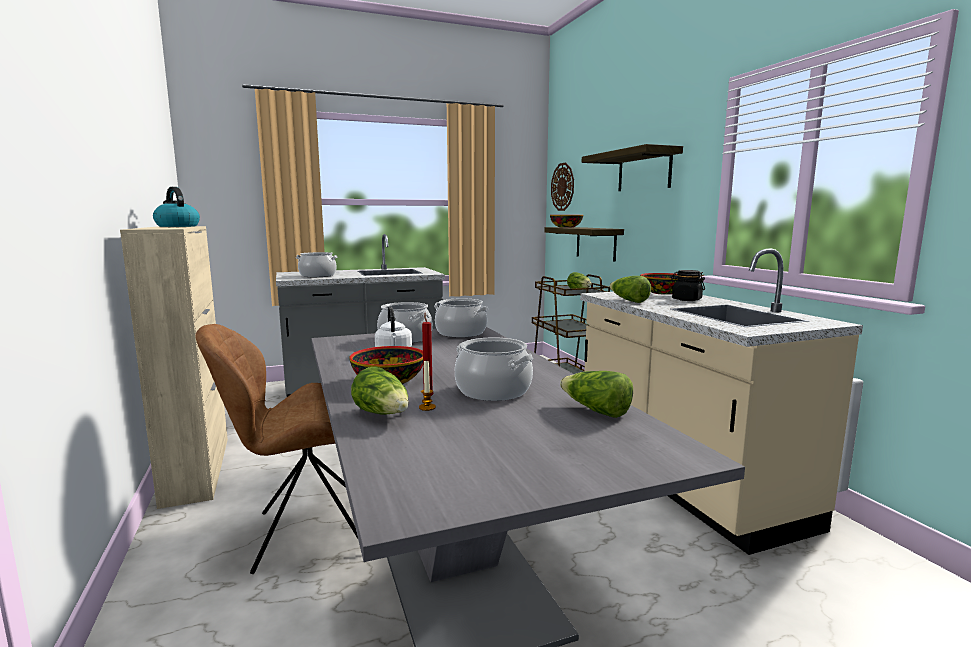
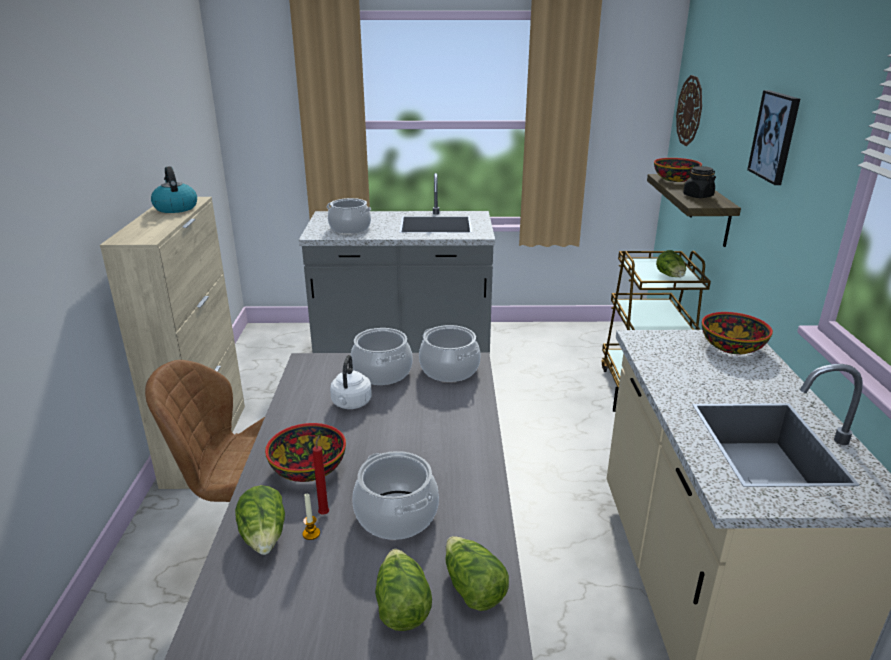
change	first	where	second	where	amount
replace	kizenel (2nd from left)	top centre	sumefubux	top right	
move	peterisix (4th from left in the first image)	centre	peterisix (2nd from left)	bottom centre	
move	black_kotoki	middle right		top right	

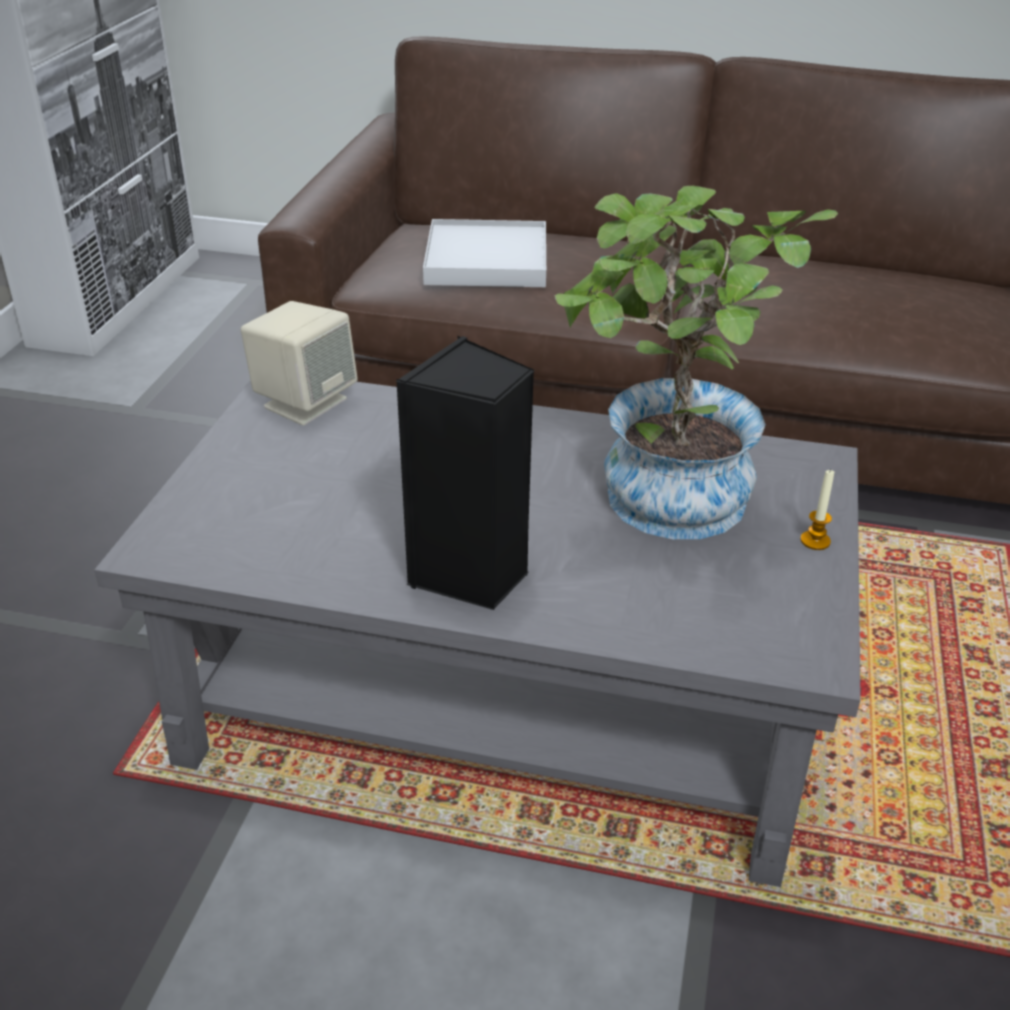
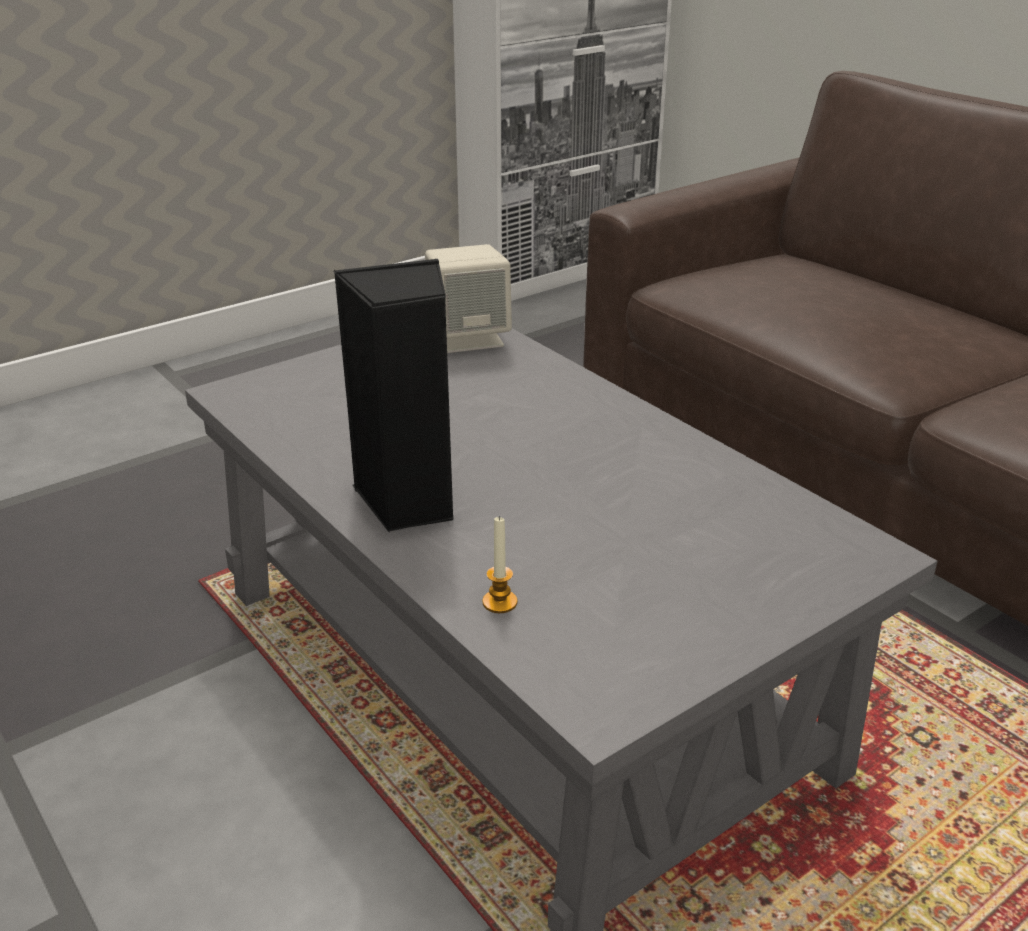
change	first	where	second	where	amount
delete	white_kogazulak	top centre			
delete	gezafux	middle right			
move	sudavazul	middle right		centre	

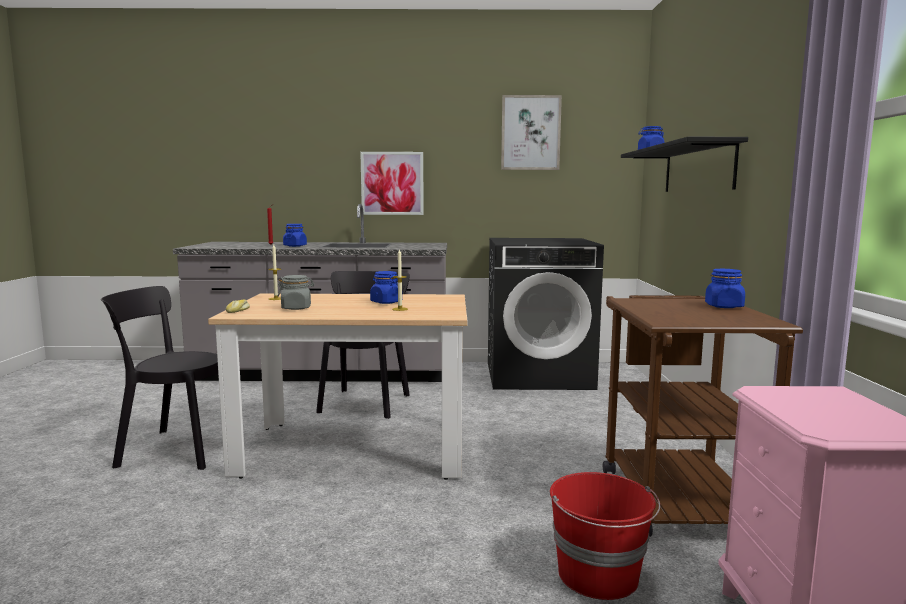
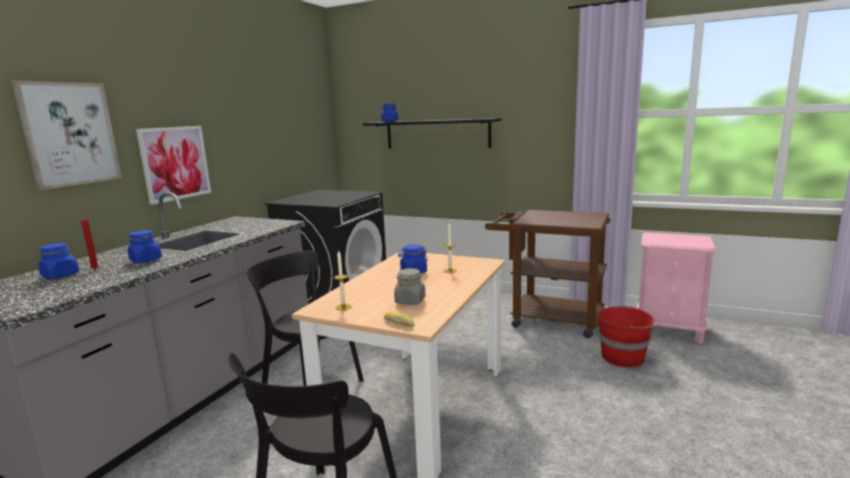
change	first	where	second	where	amount
move	sumefubux (2nd from left in the first image)	top centre	sumefubux (1st from left)	top left	
move	blue_kotoki (4th from left in the first image)	middle right	blue_kotoki (1st from left)	middle left	

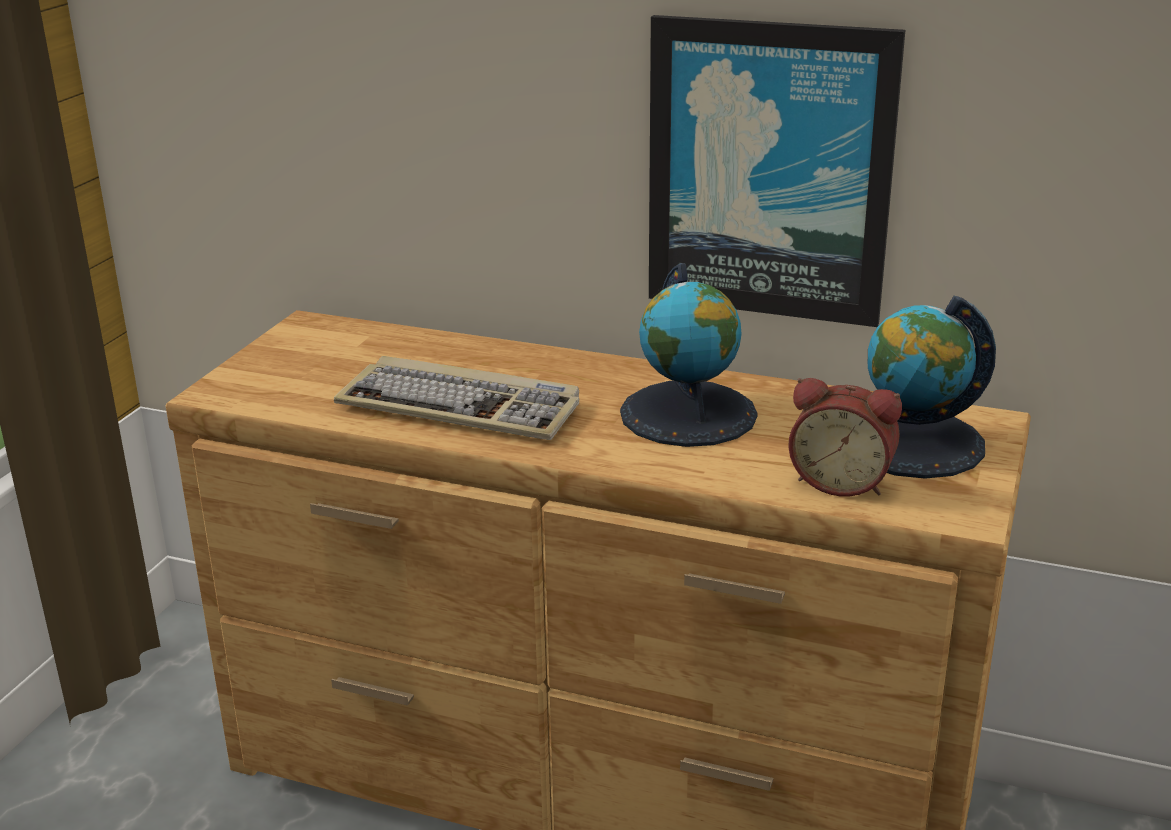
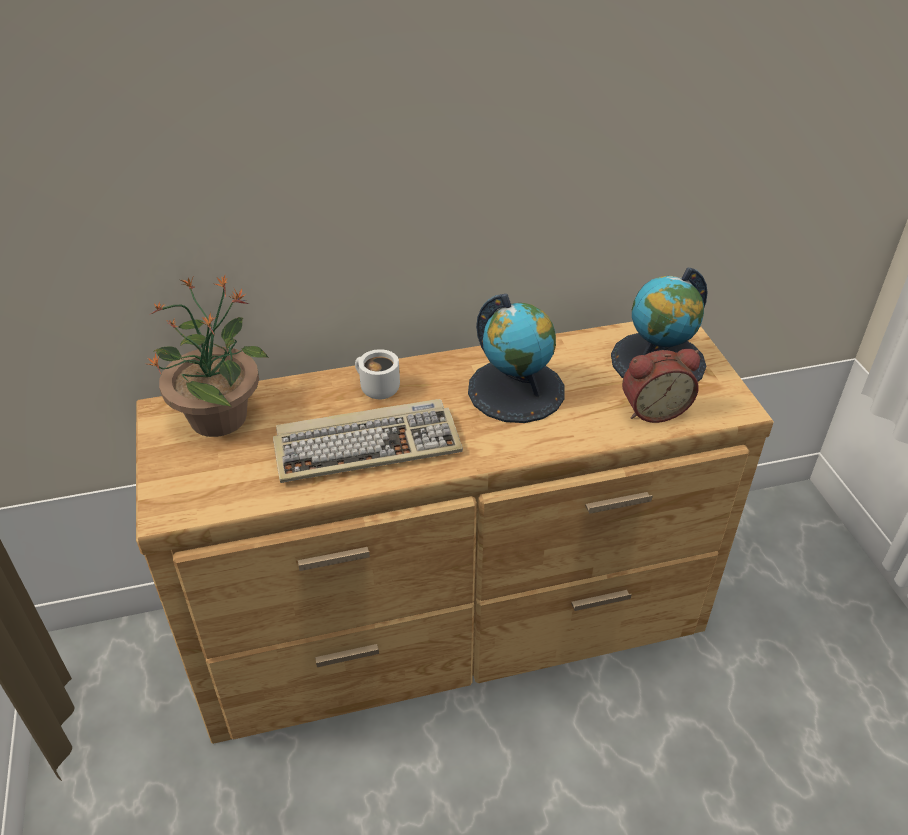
change	first	where	second	where	amount
delete	sumefubux	top centre			
insert			gezafux	middle left	
insert			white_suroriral	centre	

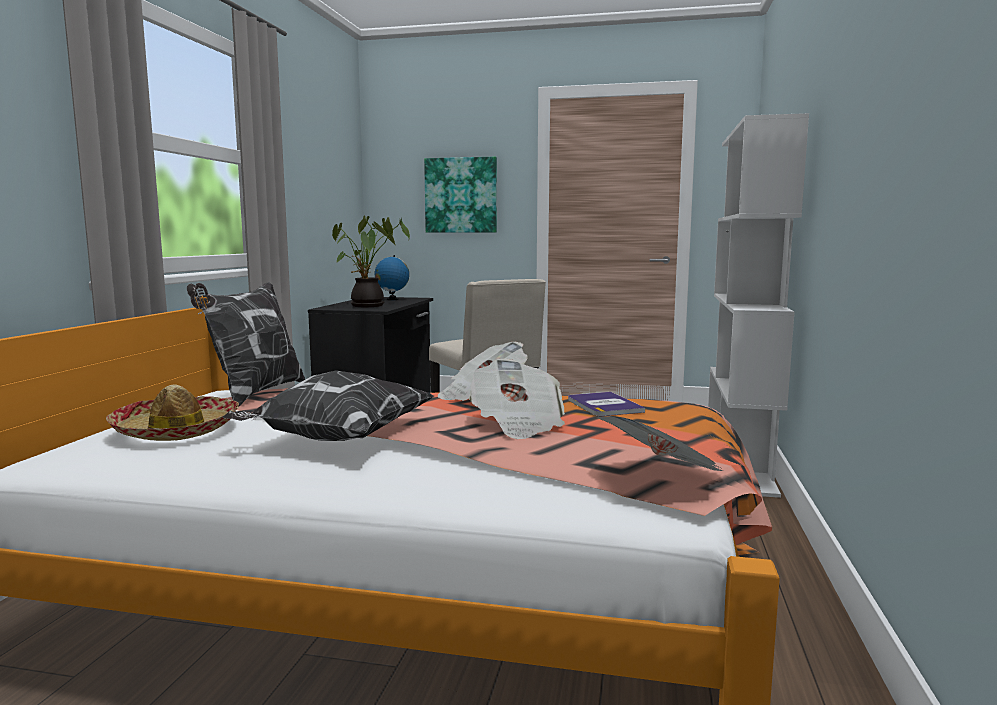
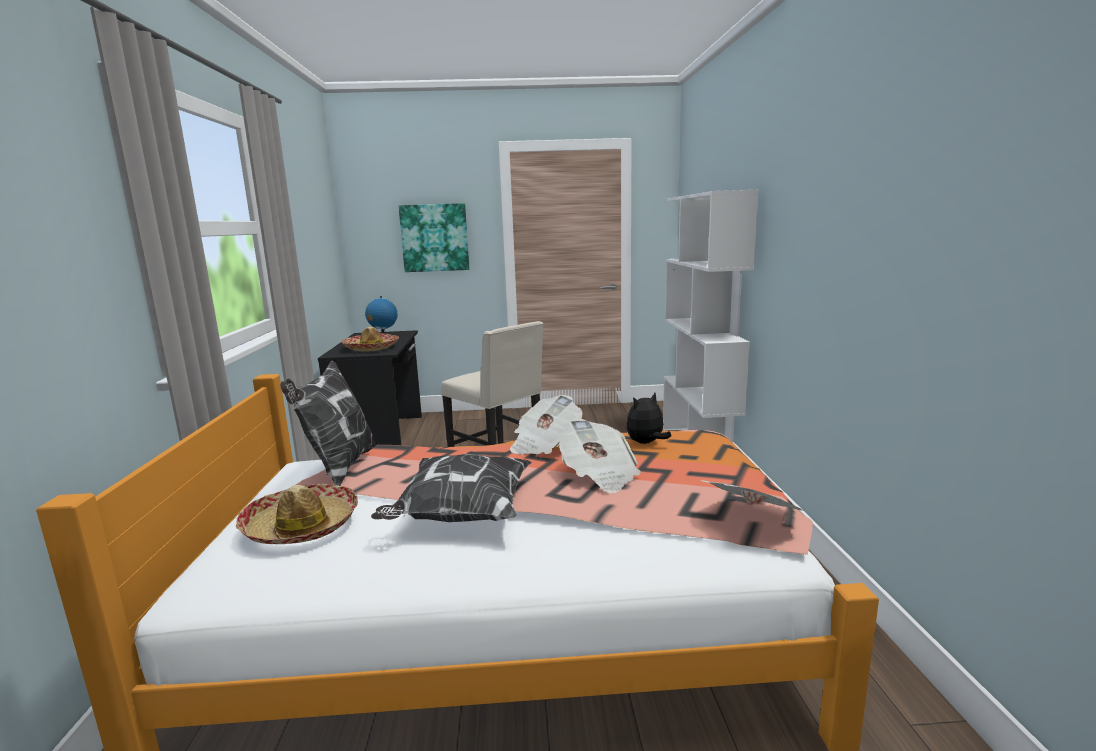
change	first	where	second	where	amount
replace	gezafux	centre	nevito (2nd from left)	centre	
replace	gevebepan	centre	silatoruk	centre	

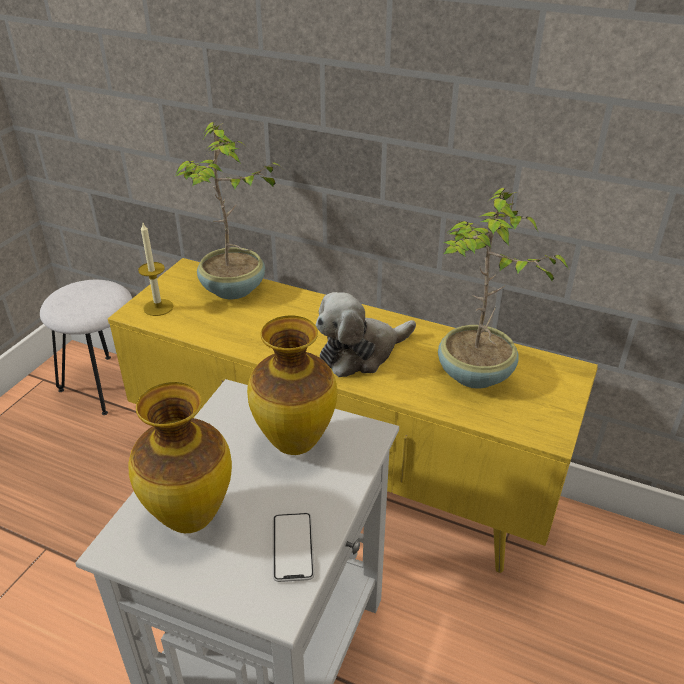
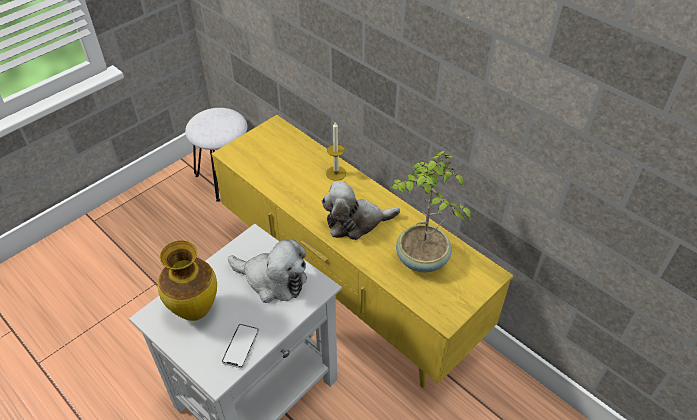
change	first	where	second	where	amount
move	sudavazul	middle left		centre	
delete	gezafux (1st from left)	top centre			
replace	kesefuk (2nd from left)	centre	silatoruk (1st from left)	centre	

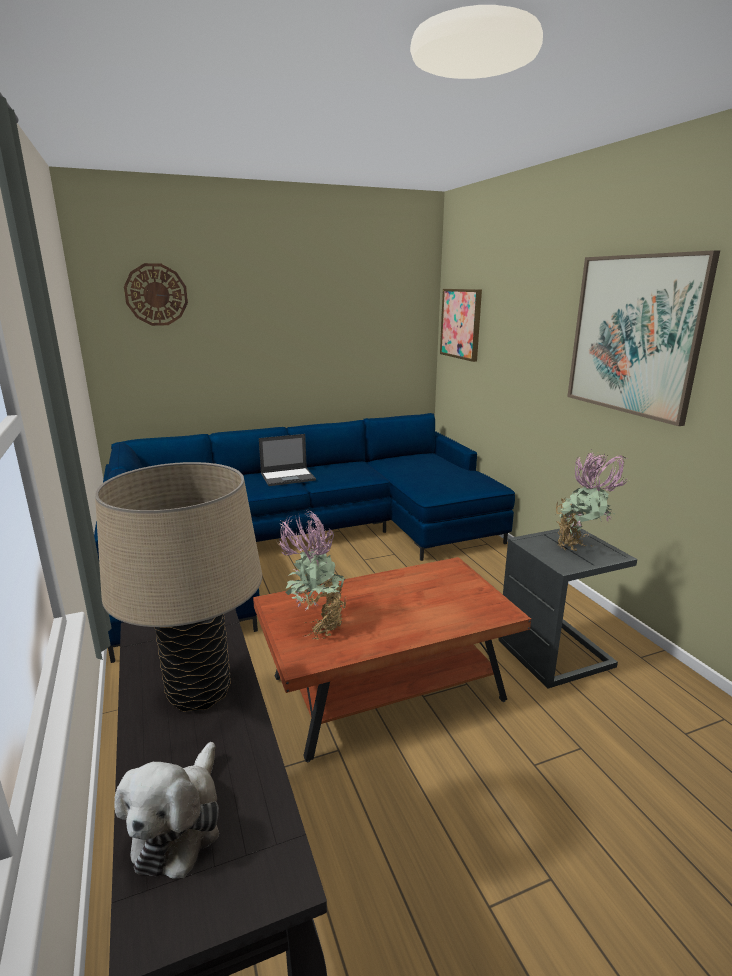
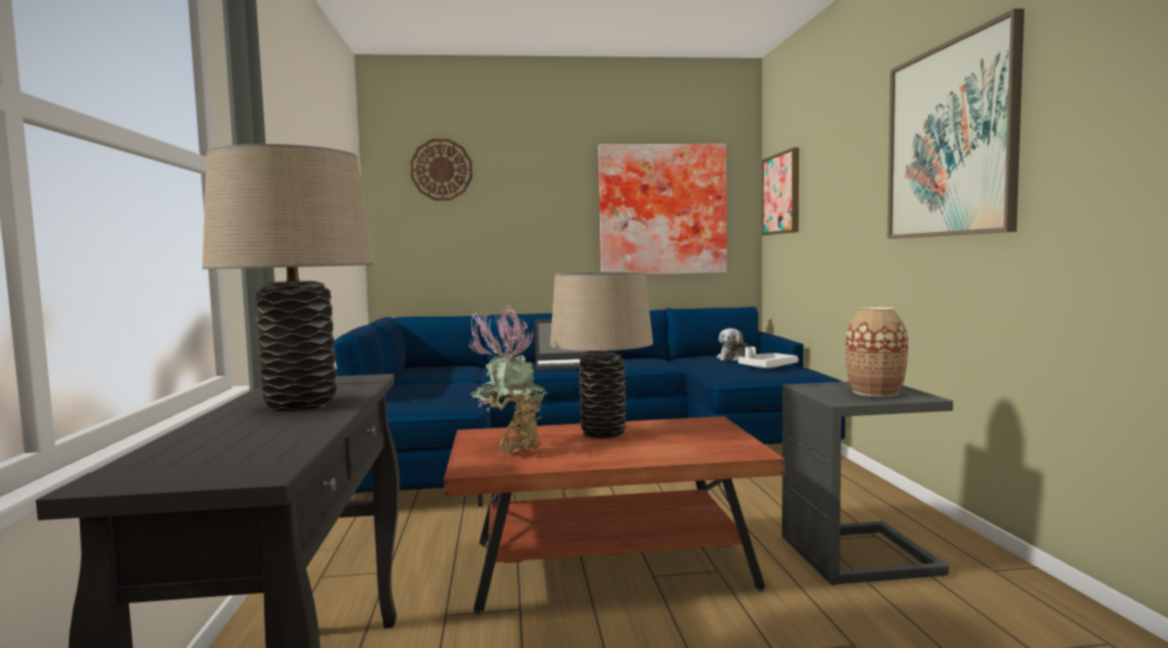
change	first	where	second	where	amount
move	silatoruk	bottom left		centre	
replace	gezafux (2nd from left)	middle right	kesefuk	middle right	
insert			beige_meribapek (2nd from left)	centre	
insert			sumefubux (1st from left)	top centre	
insert			white_kogazulak	centre	

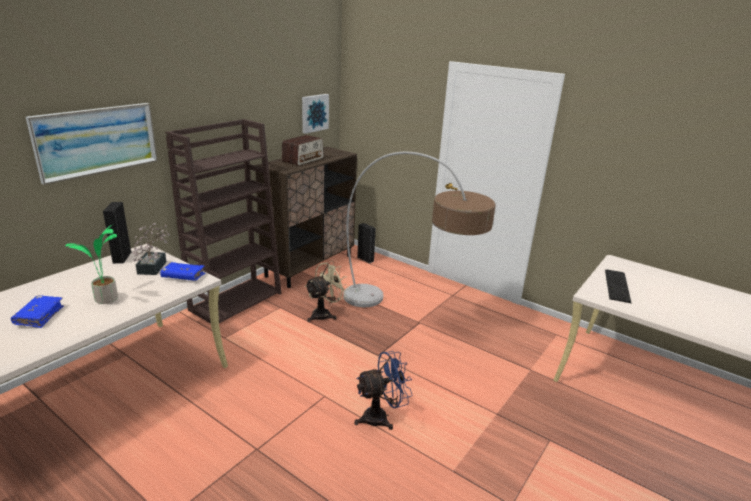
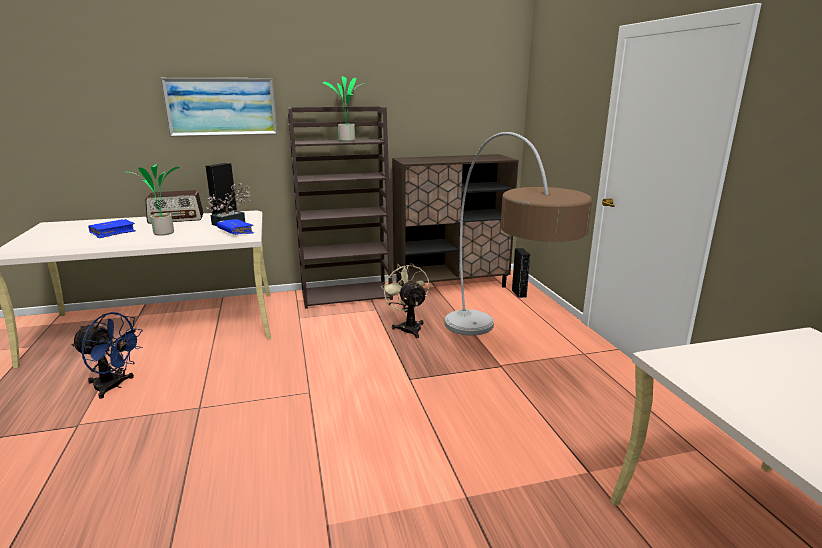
change	first	where	second	where	amount
move	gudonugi	top centre		middle left	
delete	sumefubux (2nd from left)	top centre			
rotate	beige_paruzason	centre		centre	105 degrees counterclockwise
move	blue_paruzason	bottom centre		middle left	
delete	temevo	middle right			
insert			gezafux (3rd from left)	top centre	

